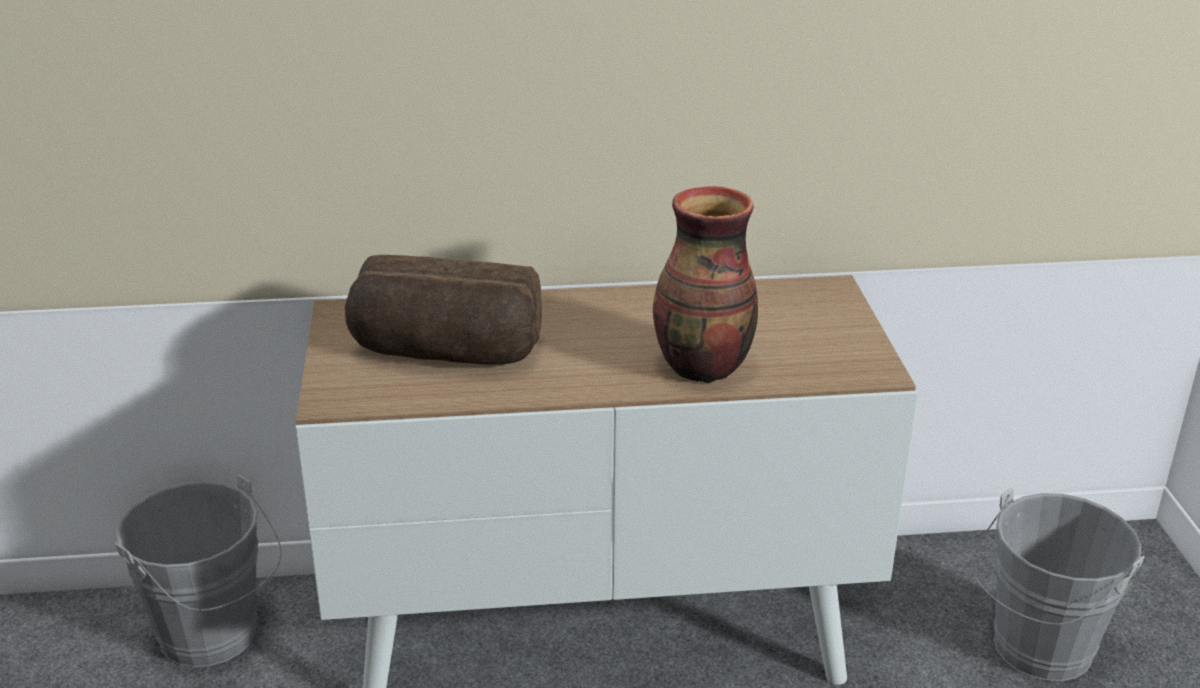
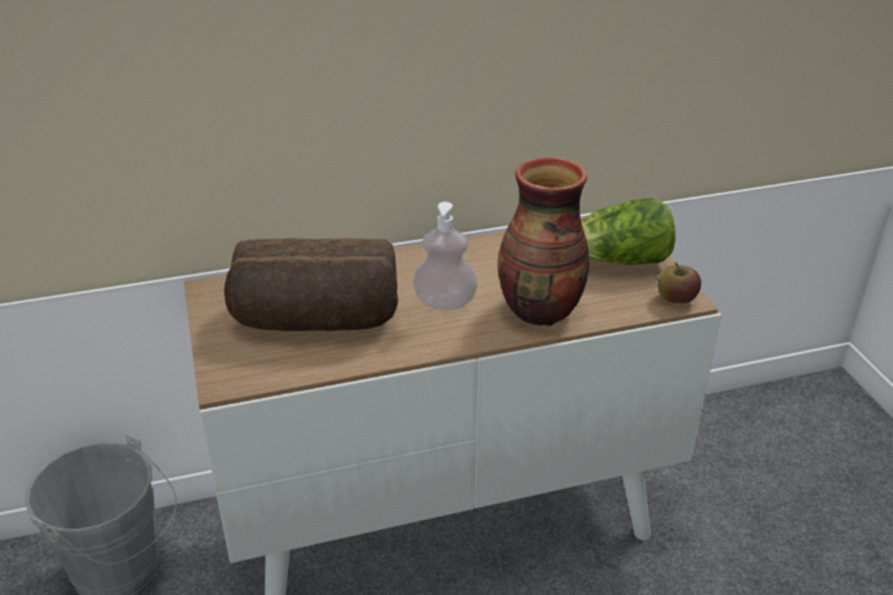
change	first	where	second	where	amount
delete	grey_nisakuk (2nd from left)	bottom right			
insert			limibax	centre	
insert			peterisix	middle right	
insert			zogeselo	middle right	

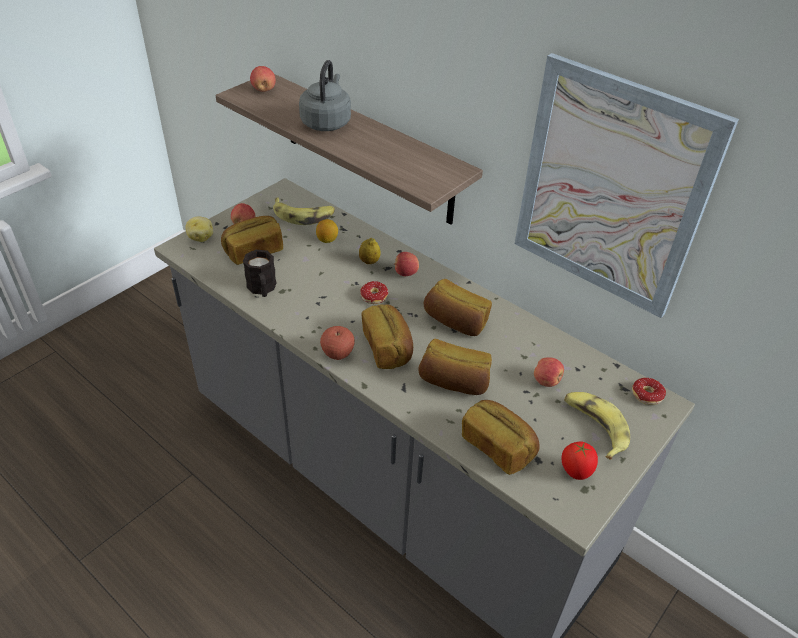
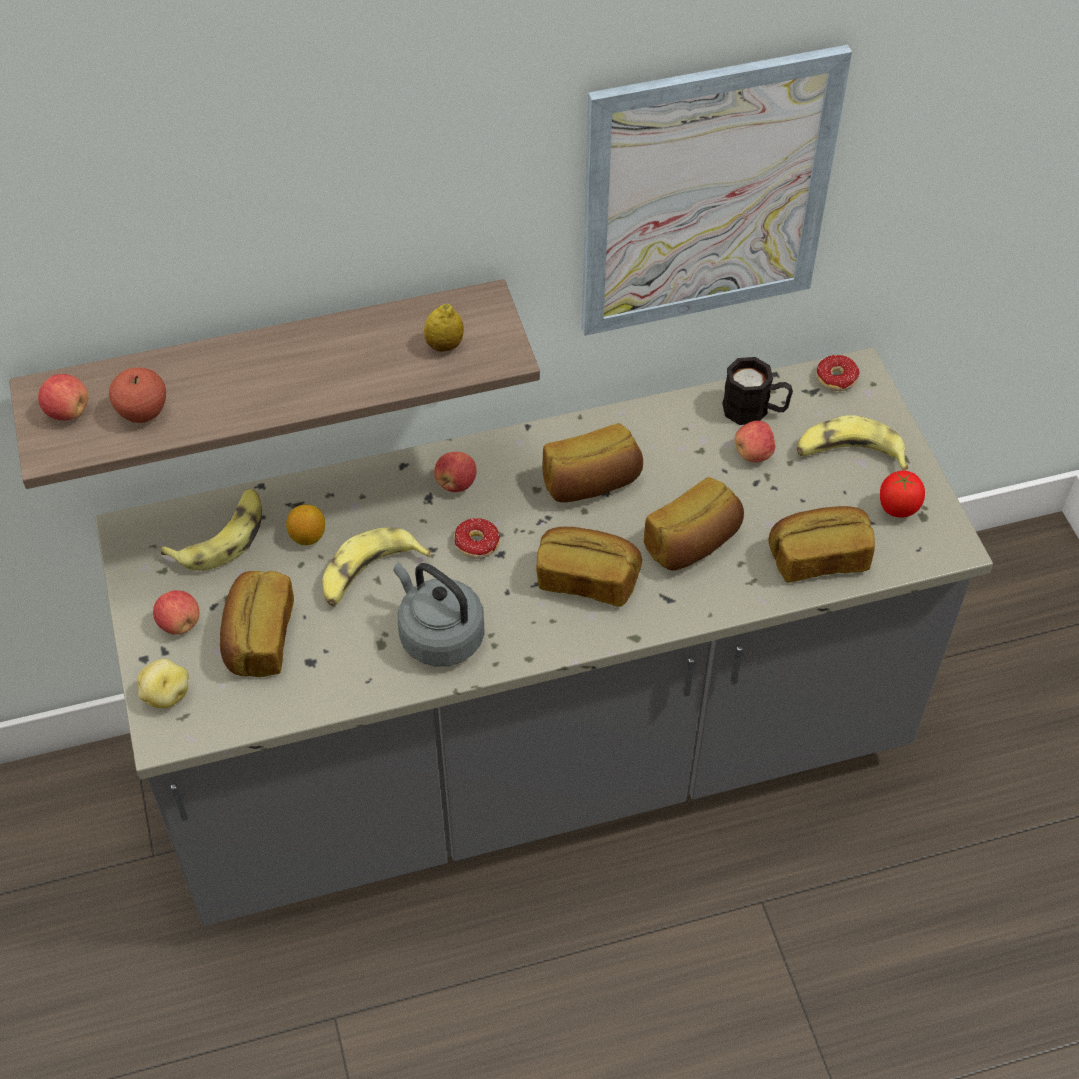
change	first	where	second	where	amount
move	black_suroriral	middle left		middle right	
move	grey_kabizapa	top centre		centre	
move	zogeselo (3rd from left in the first image)	centre	zogeselo (2nd from left)	middle left	
move	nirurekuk (2nd from left)	centre		top centre	
insert			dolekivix (2nd from left)	centre	

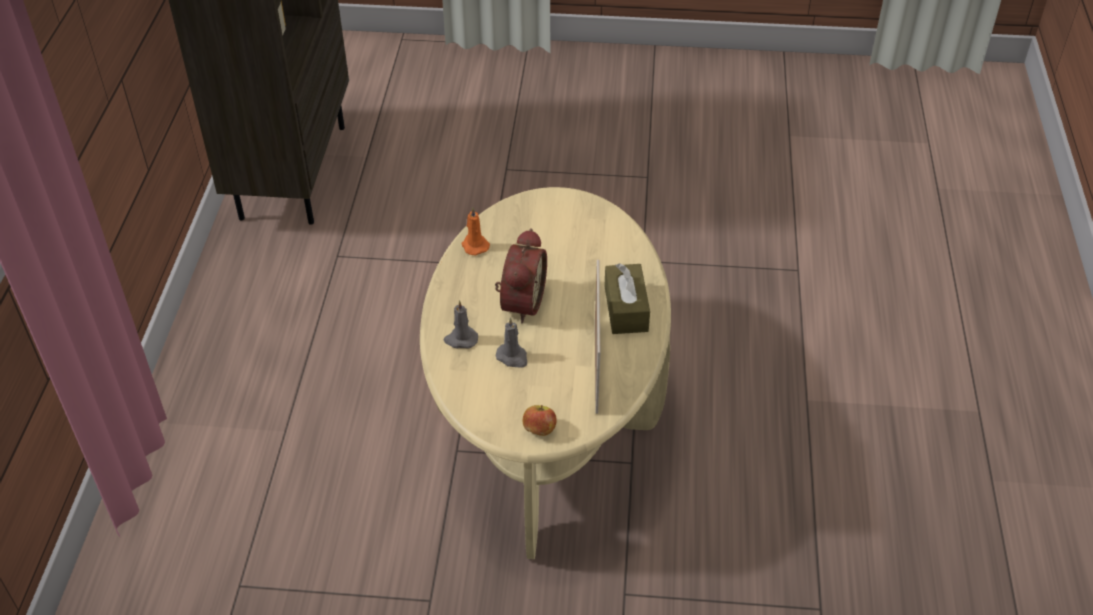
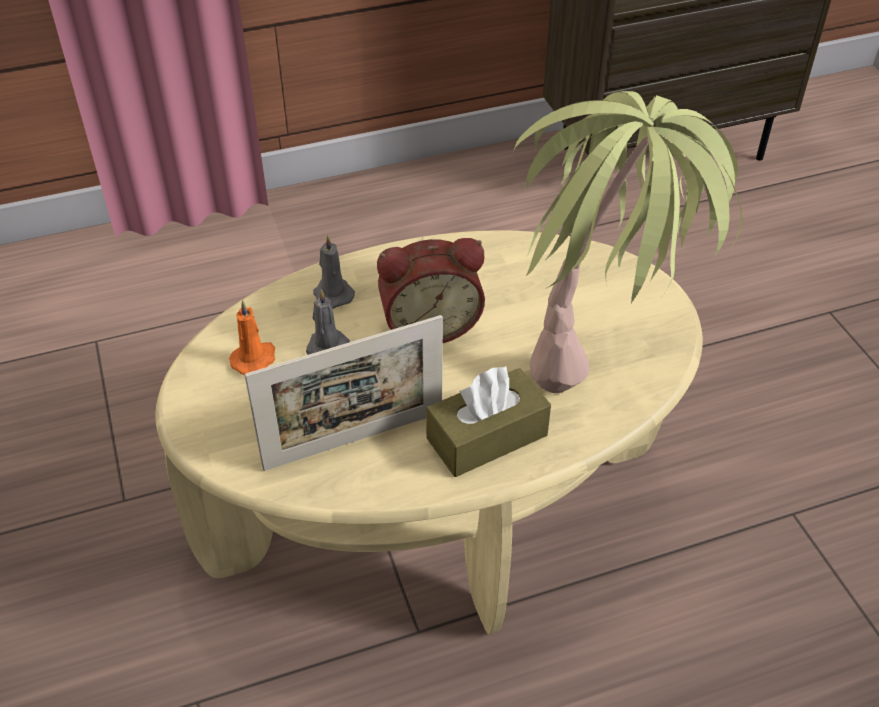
change	first	where	second	where	amount
move	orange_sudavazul	centre		middle left	
delete	zogeselo	bottom centre			
insert			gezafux	middle right	

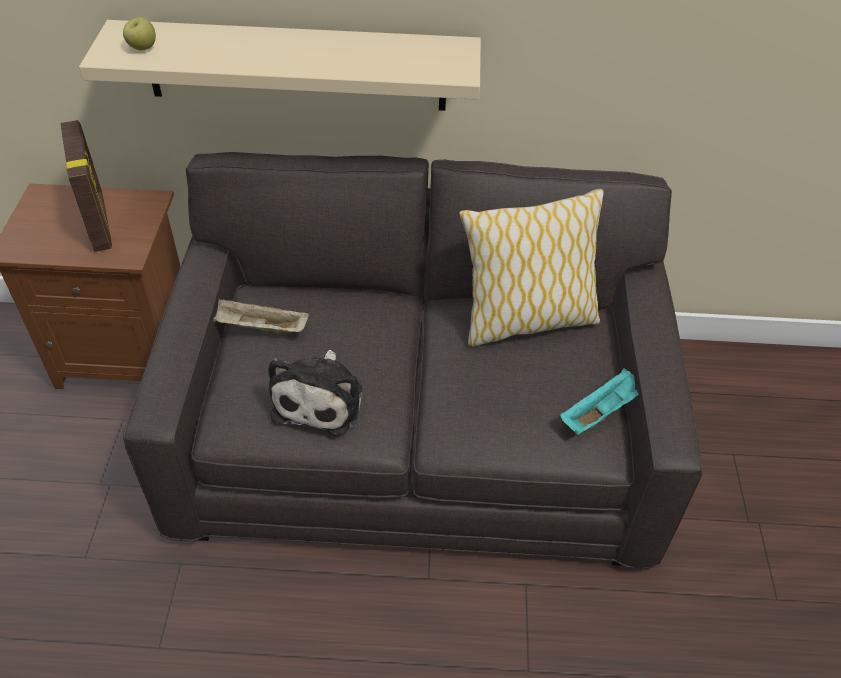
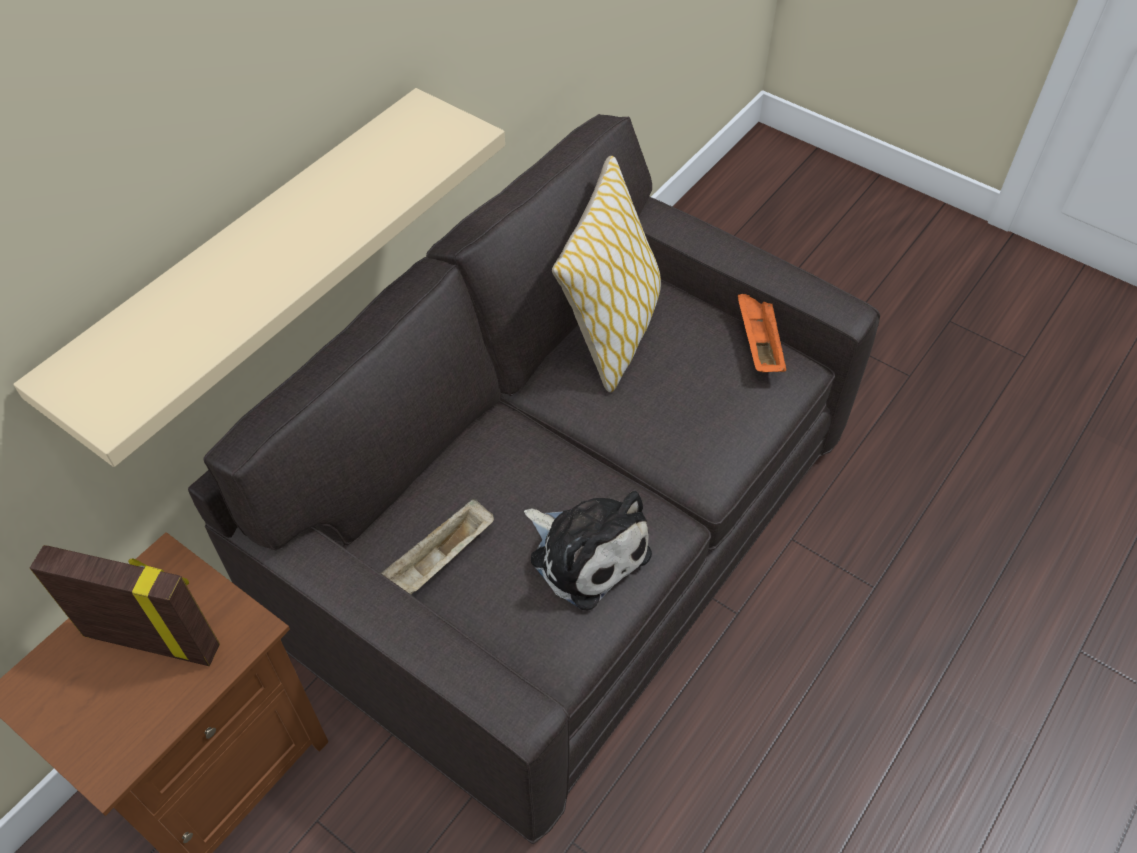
change	first	where	second	where	amount
delete	zogeselo	top left			
recolor	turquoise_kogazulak	middle right	orange_kogazulak	middle right	

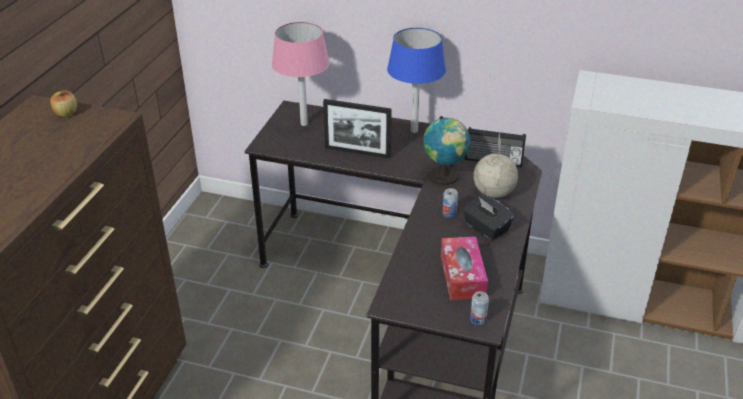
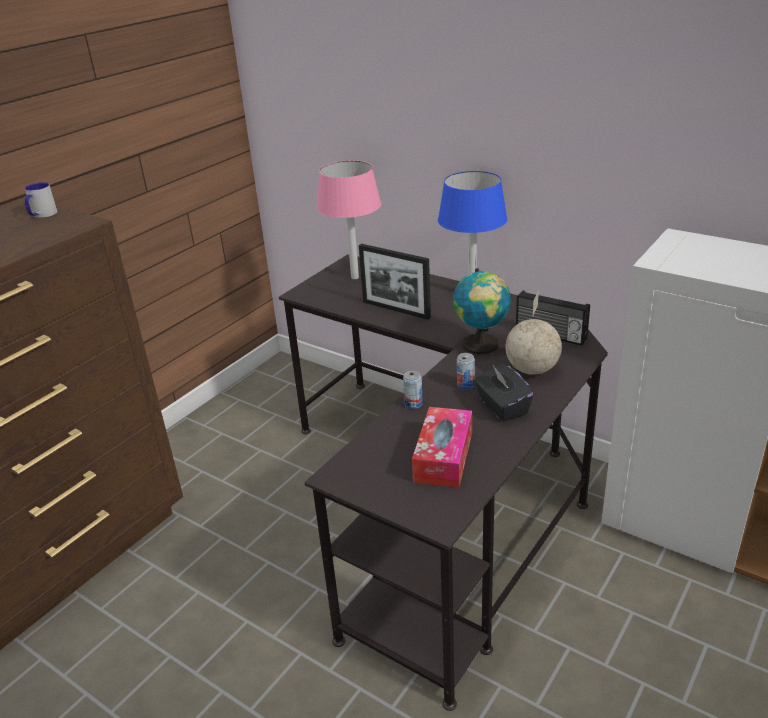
change	first	where	second	where	amount
replace	zogeselo	top left	suroriral	top left	
move	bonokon (2nd from left in the first image)	bottom centre	bonokon (1st from left)	centre	

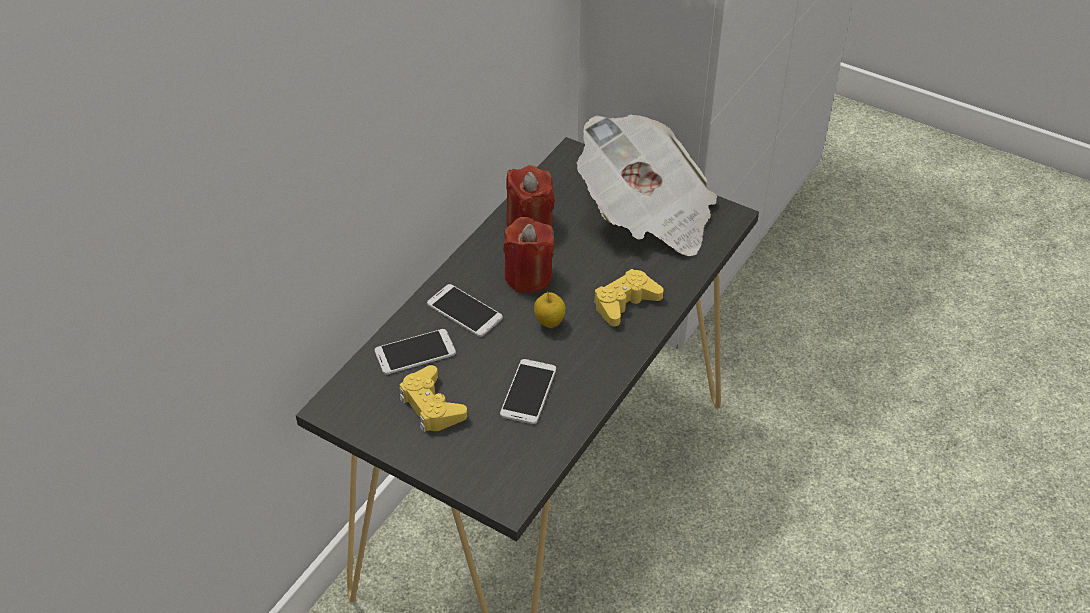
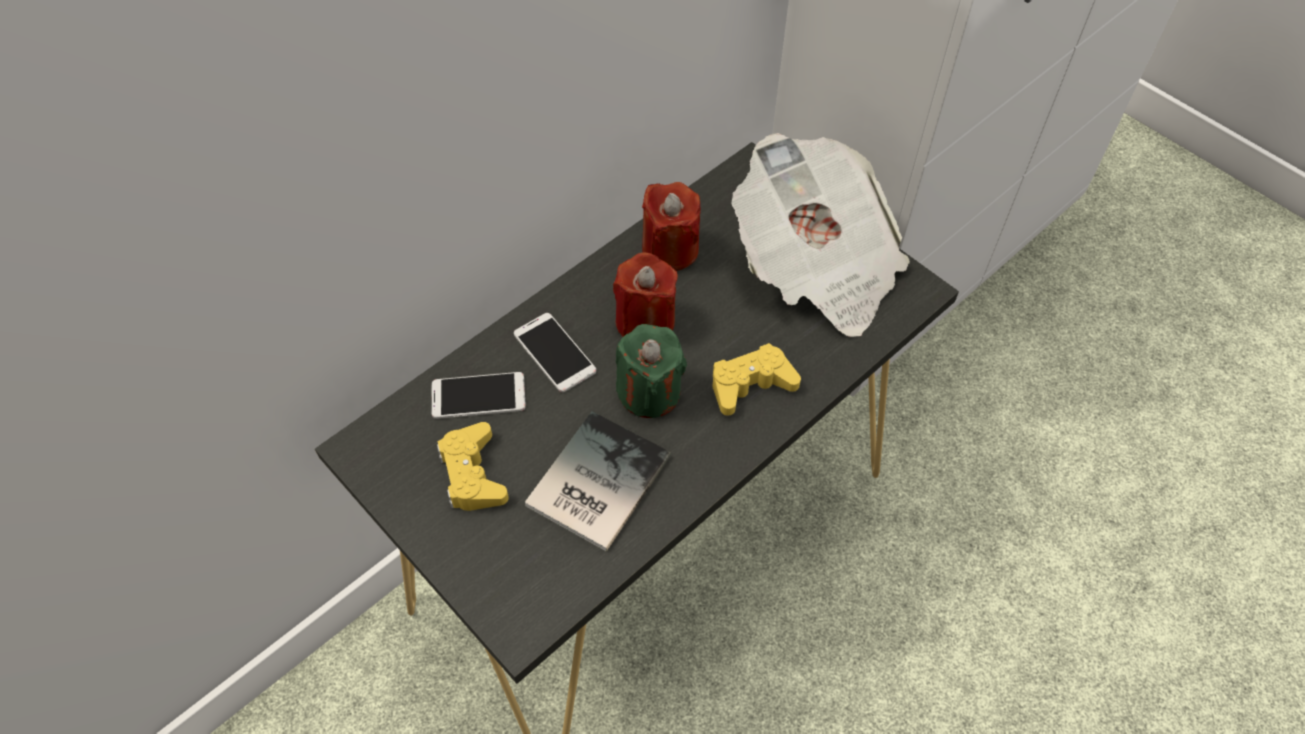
change	first	where	second	where	amount
replace	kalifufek (3rd from left)	centre	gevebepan	centre	
replace	zogeselo	centre	green_sudavazul	centre	

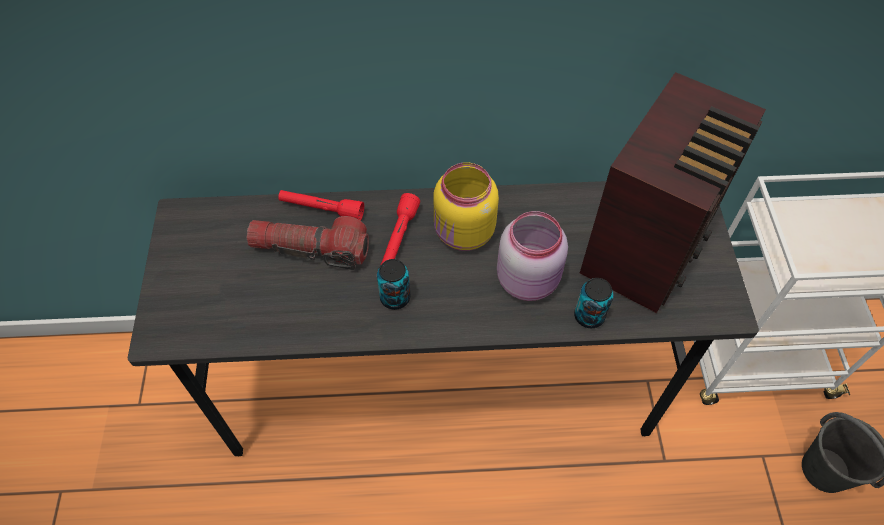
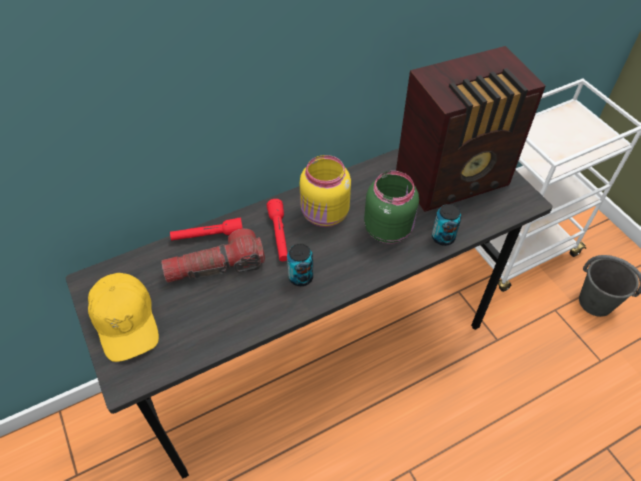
change	first	where	second	where	amount
recolor	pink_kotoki	centre	green_kotoki	centre	
rotate	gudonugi	middle right		top right	60 degrees clockwise
insert			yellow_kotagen	middle left	

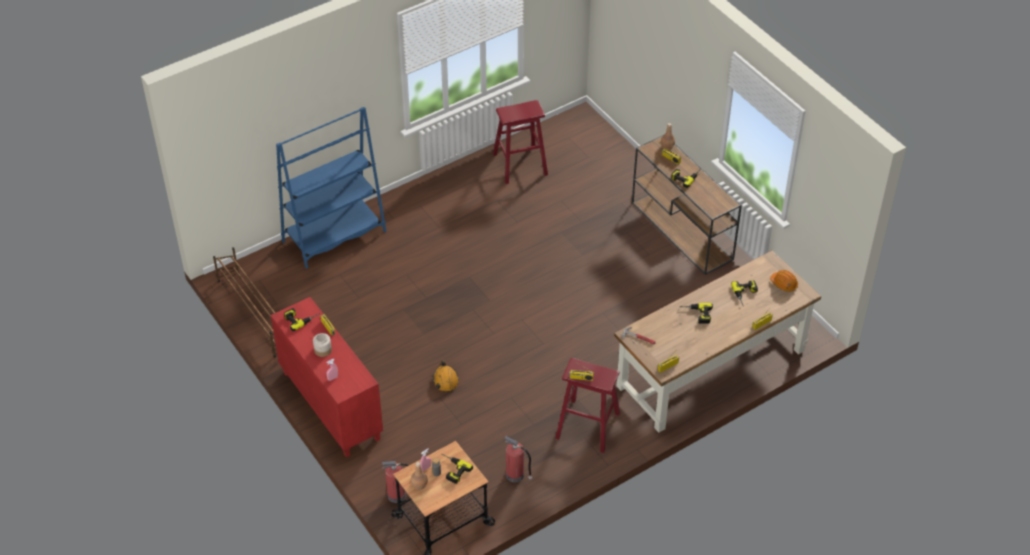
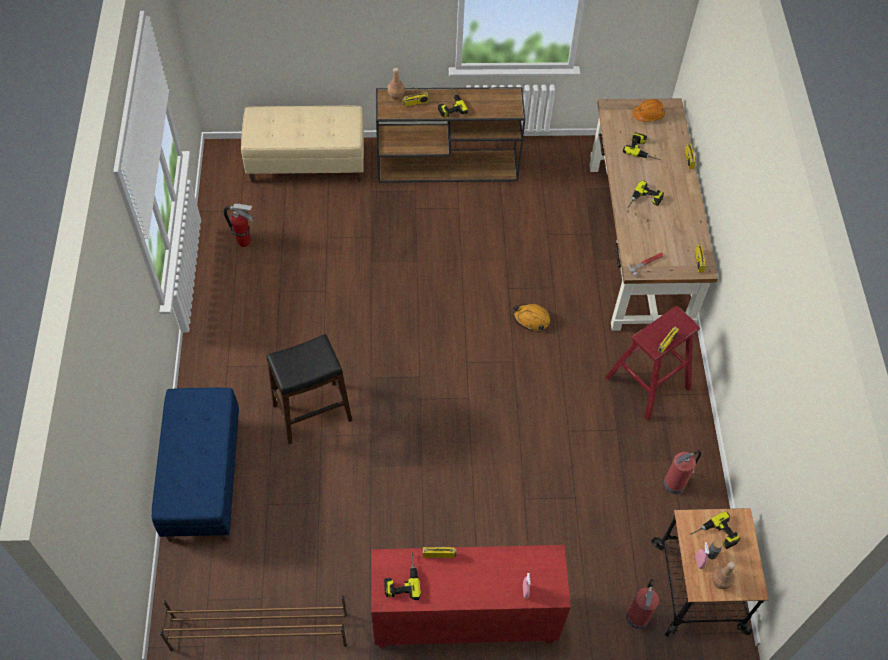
change	first	where	second	where	amount
replace	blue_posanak	middle left	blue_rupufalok	bottom left	
delete	kotoki	middle left			
move	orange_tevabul (1st from left)	bottom centre		centre	
replace	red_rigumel (1st from left)	top centre	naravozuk (1st from left)	middle left	
insert			beige_rupufalok	top centre	
insert			black_rigumel	centre	

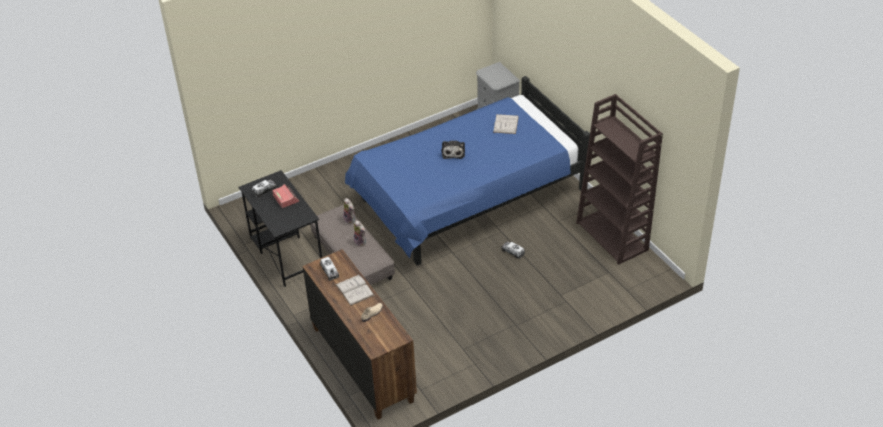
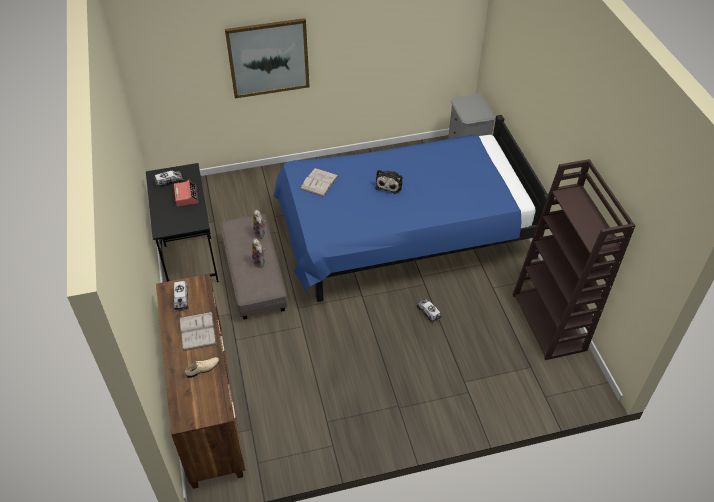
change	first	where	second	where	amount
move	white_gevebepan (2nd from left)	top centre		centre	
insert			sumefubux	top centre	

